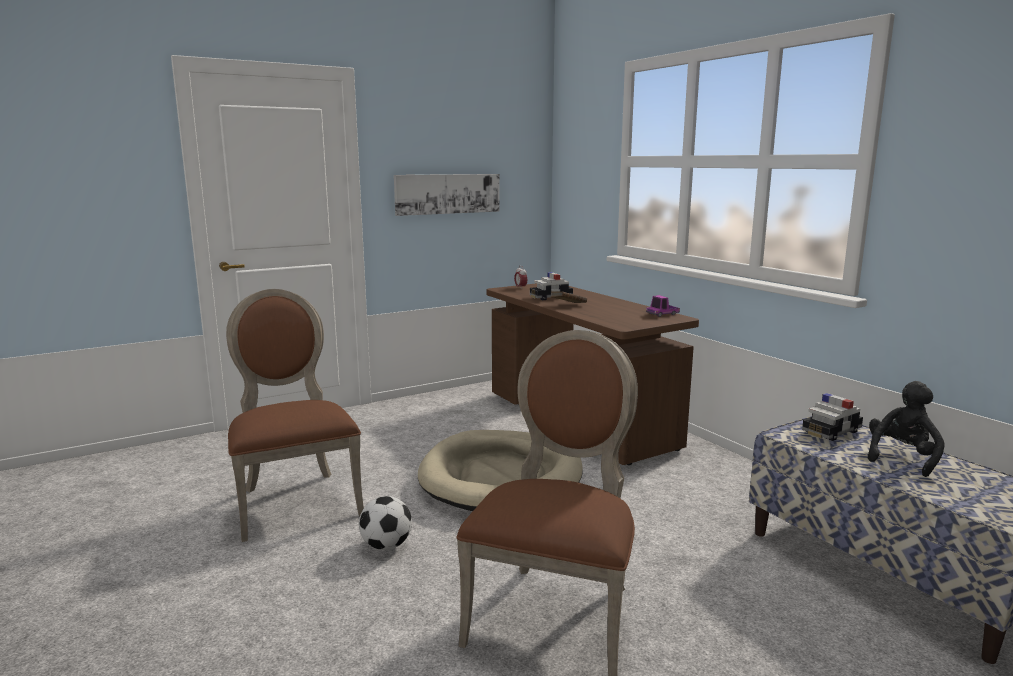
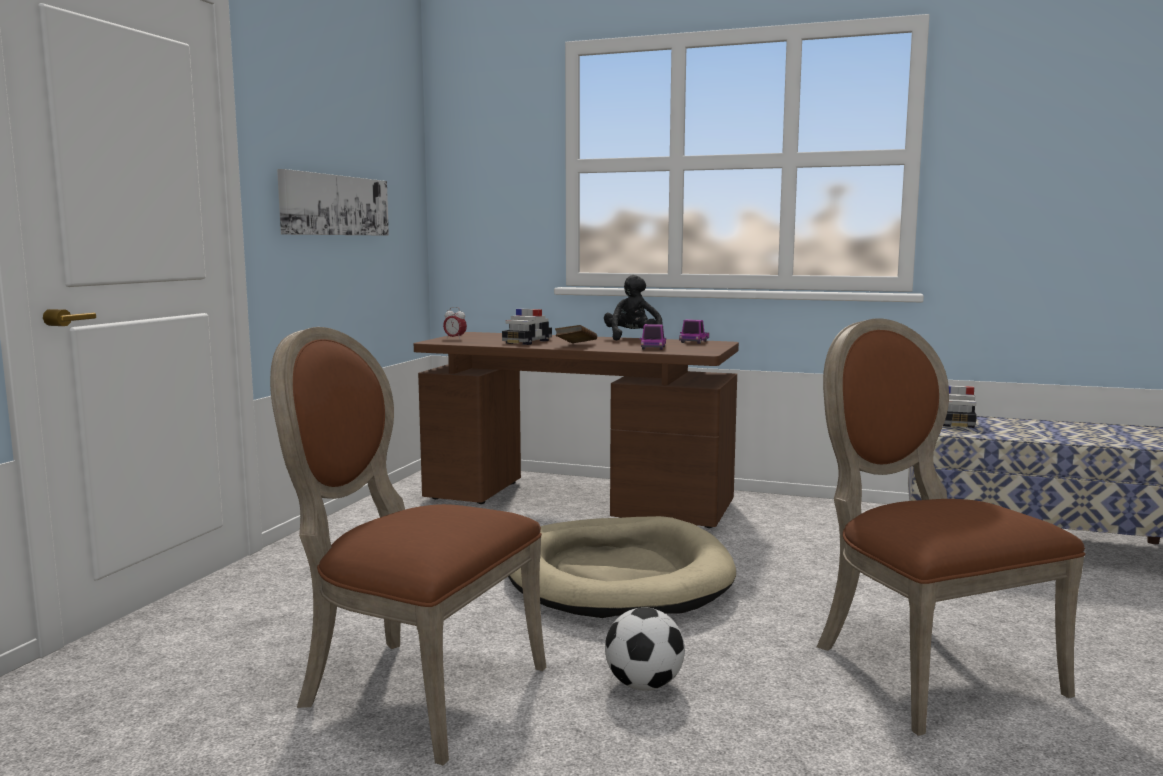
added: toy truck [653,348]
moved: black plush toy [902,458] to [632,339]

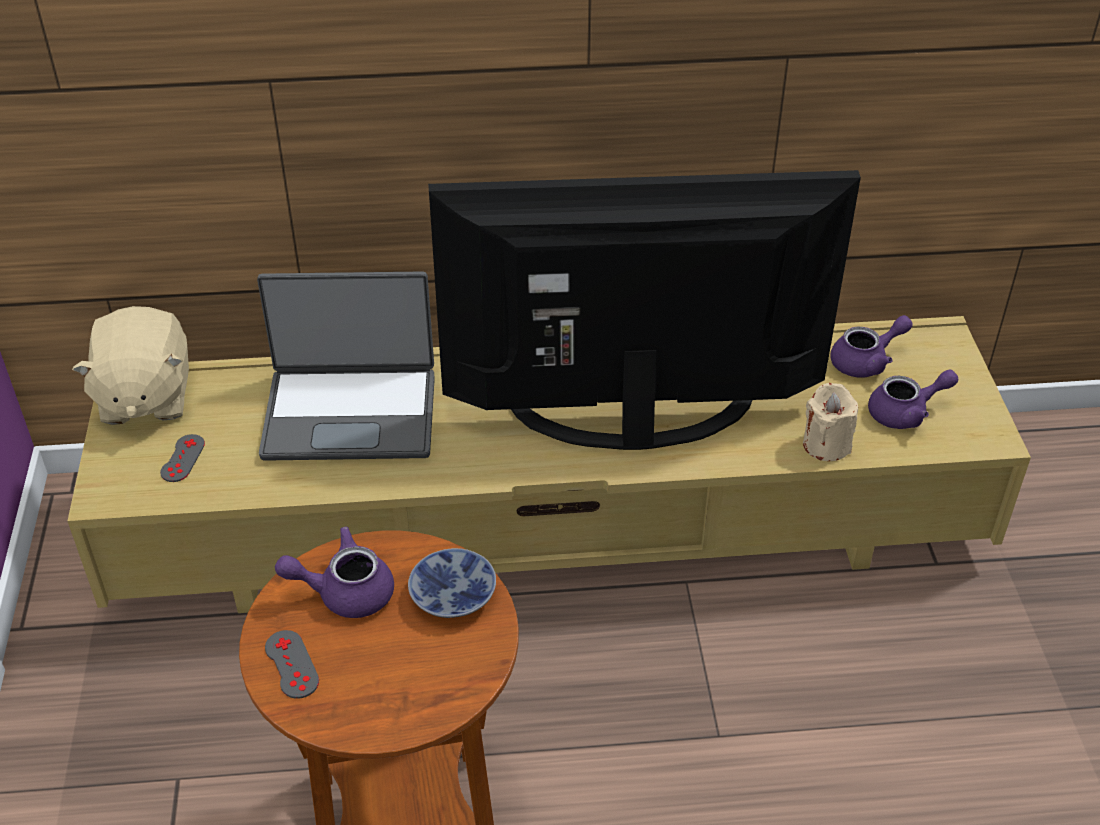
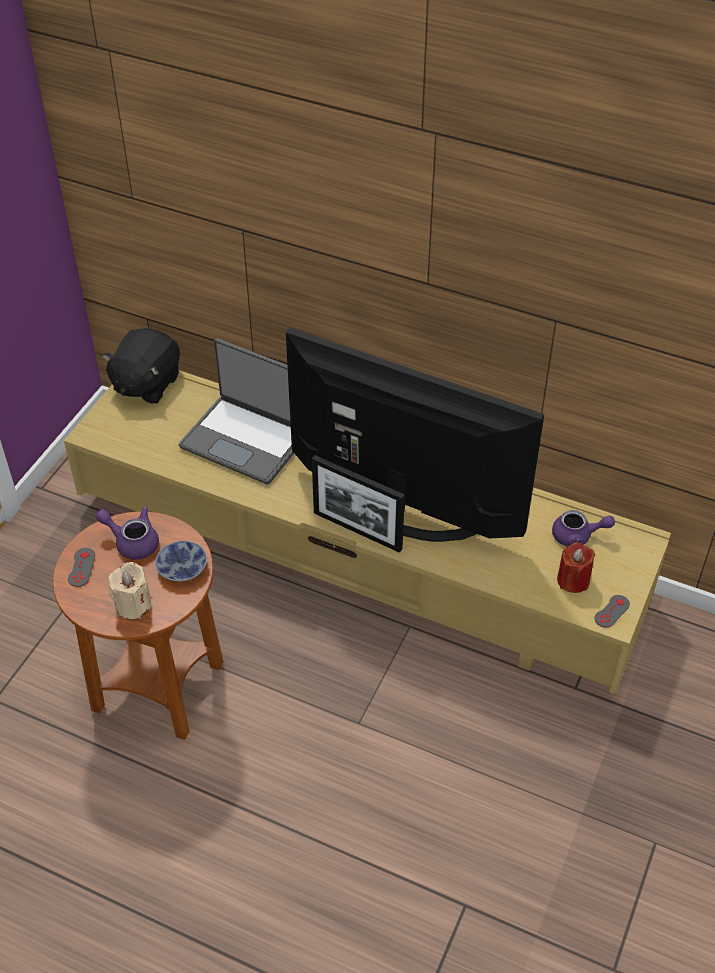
added: picture frame [357,530]
moved: beige candle [826,445] to [133,605]; grey game controller [182,458] to [612,611]
replaced: purple teapot [906,413] to red candle [573,580]
recoloured: beige plush toy [144,397] to black plush toy [146,384]

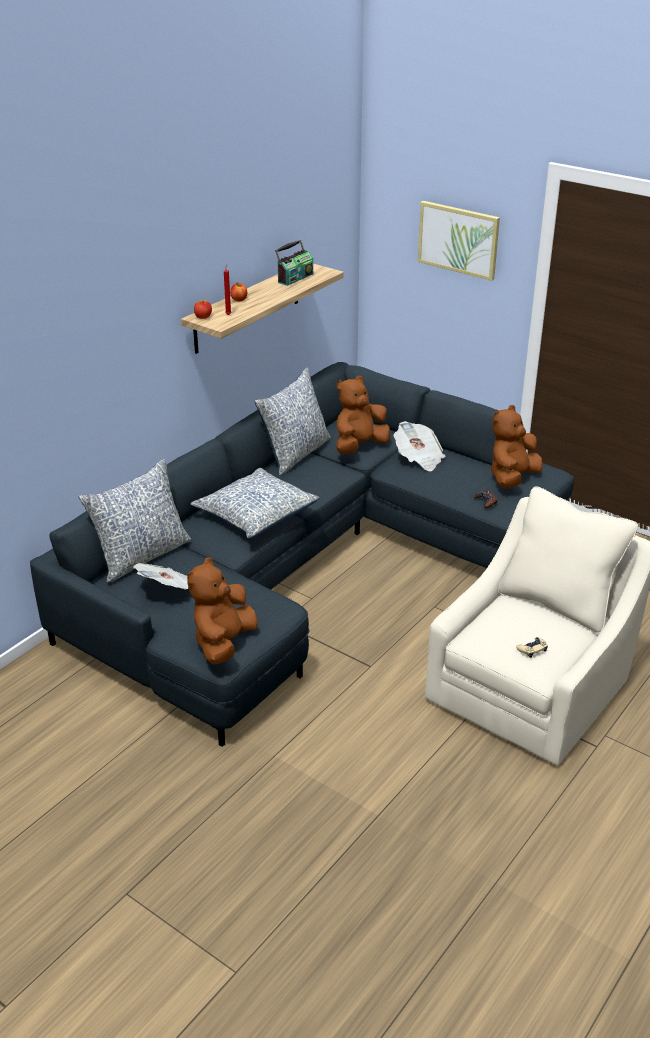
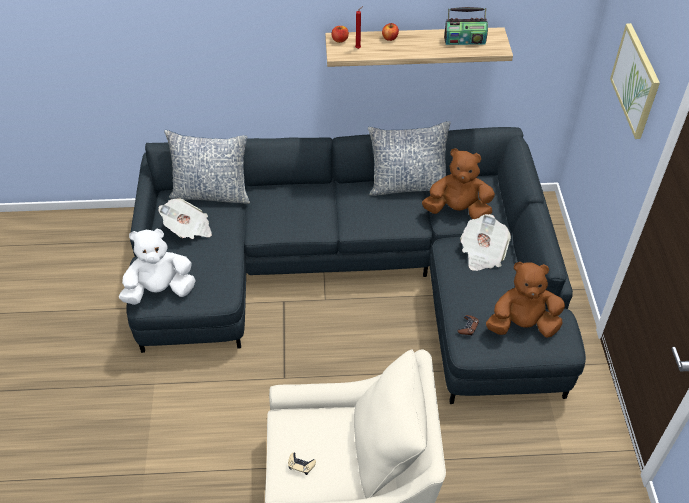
removed: pillow [256,514]
recoloured: brown plush toy [223,643] to white plush toy [160,290]

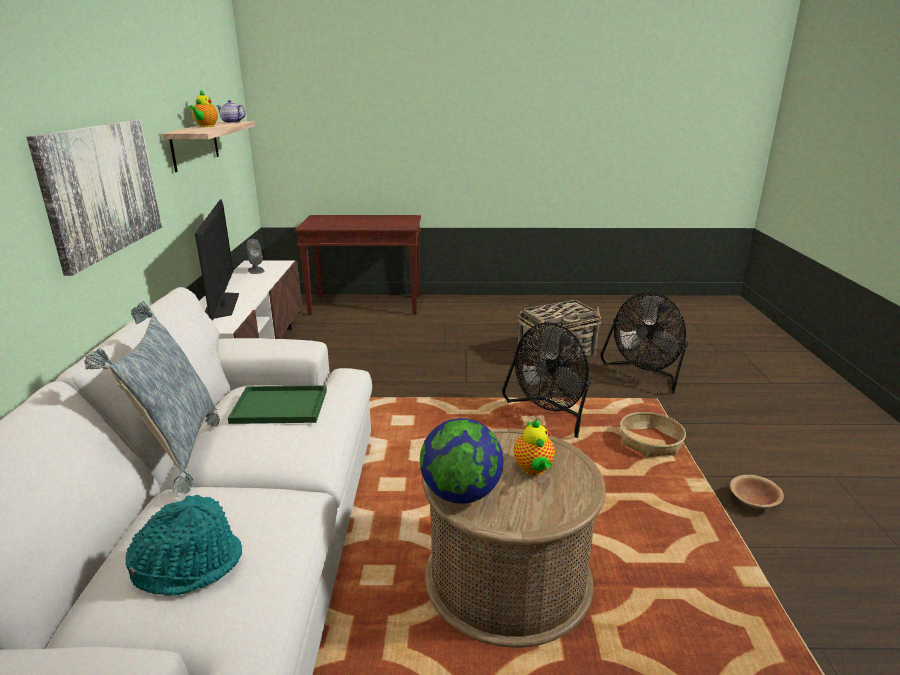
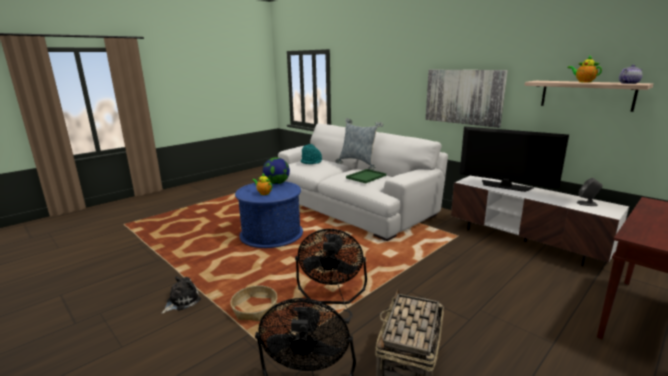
replaced: brown bowl [753,501] to plush toy [181,301]
recoloured: brown coffee table [508,577] to blue coffee table [271,234]

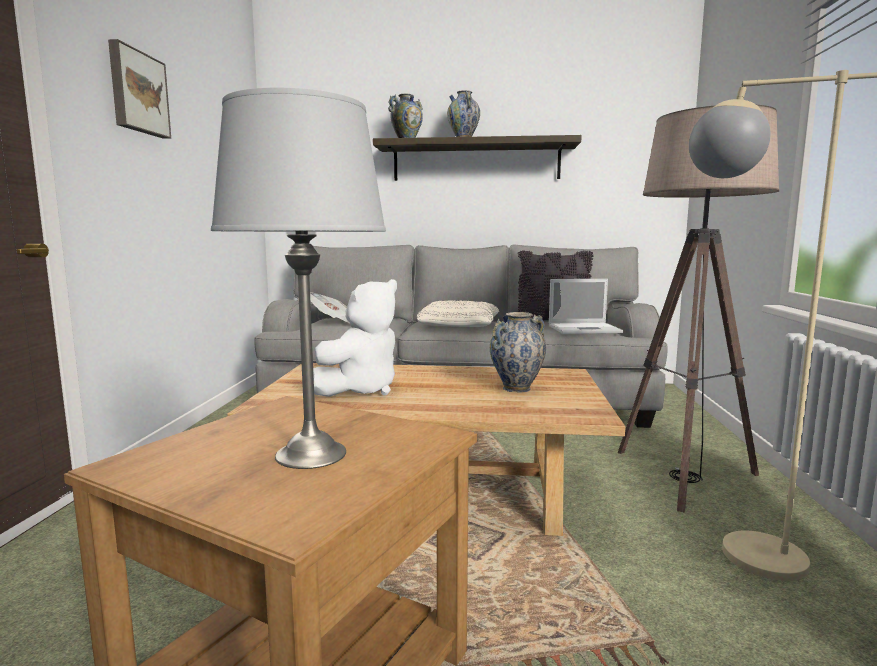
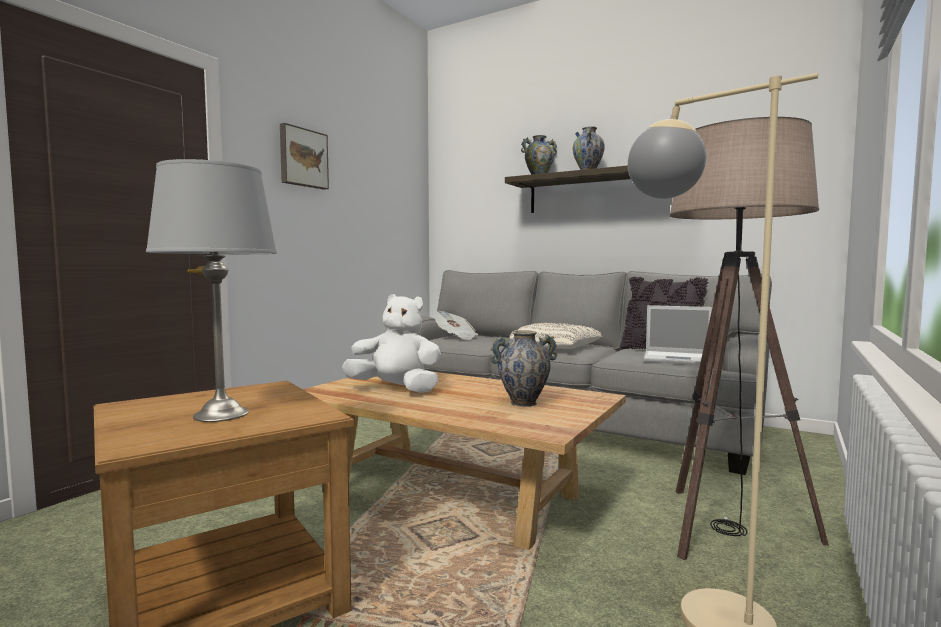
turned: white plush toy [361,390] = [396,389] 135 degrees counterclockwise

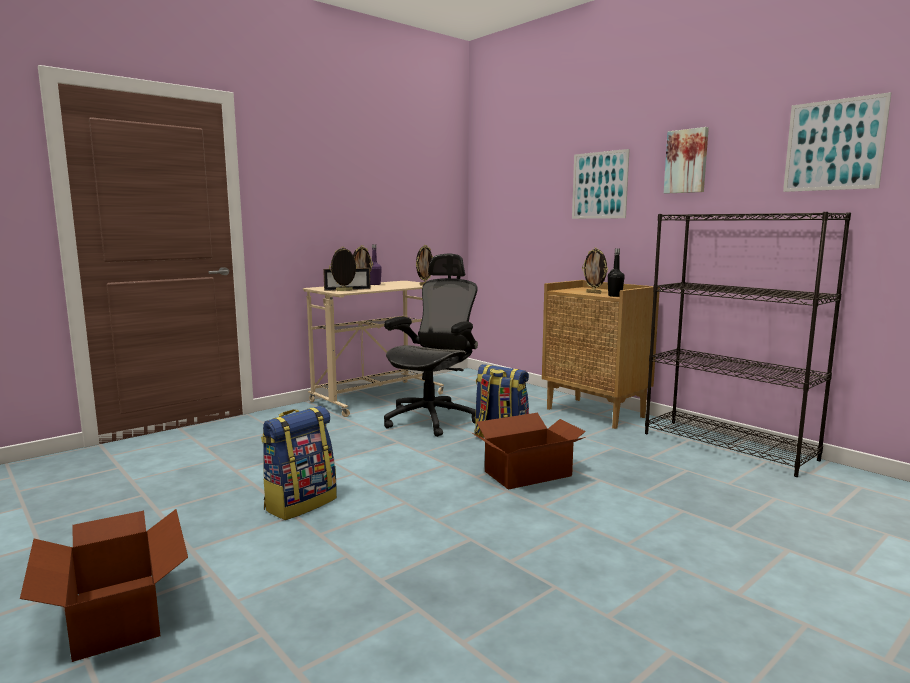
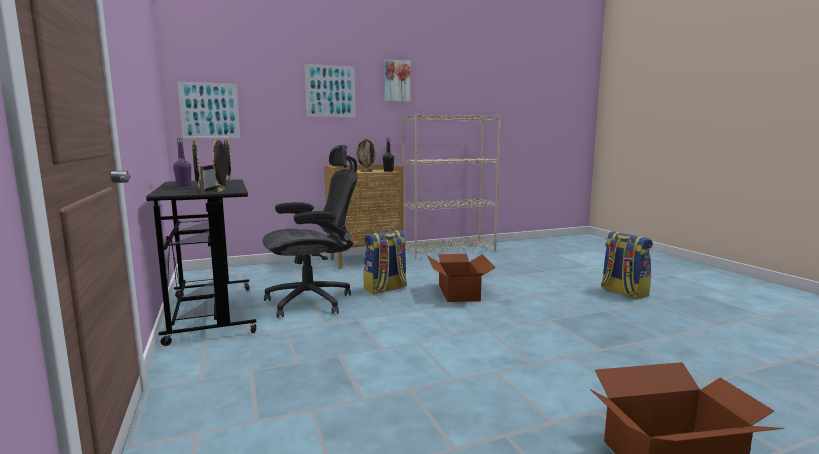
moved: picture [834,145] to [209,110]; backpack [300,503] to [623,292]
recoloured: black bookcase [728,446] to beige bookcase [449,251]; beige desk [377,397] to black desk [212,313]
turned: office chair [433,419] = [313,301] 105 degrees clockwise

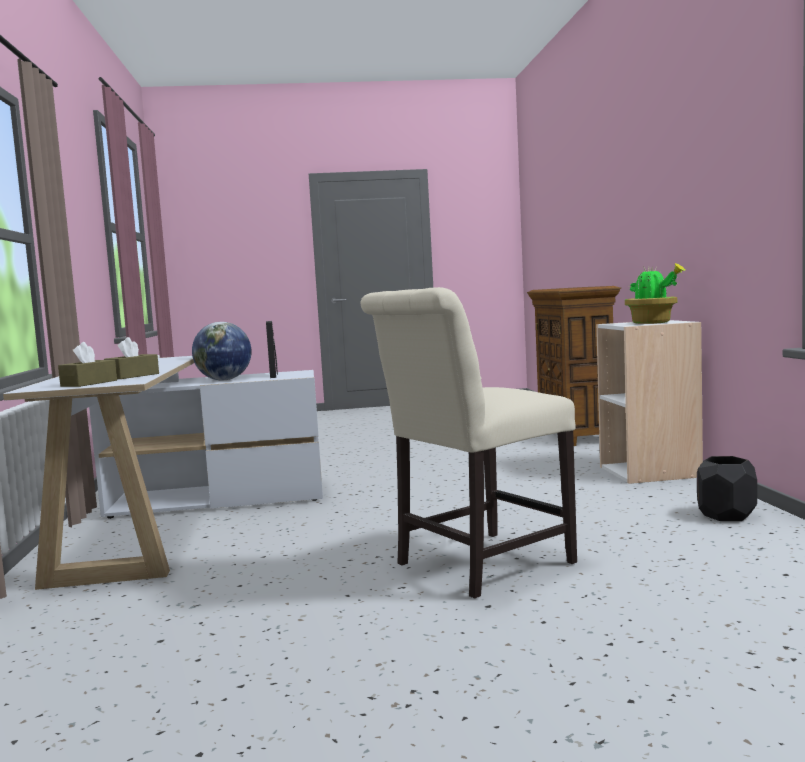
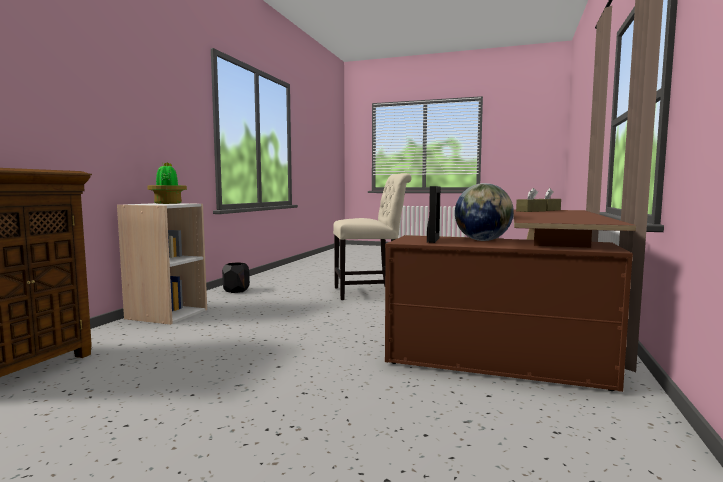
recoloured: white desk [178,521] to brown desk [524,344]

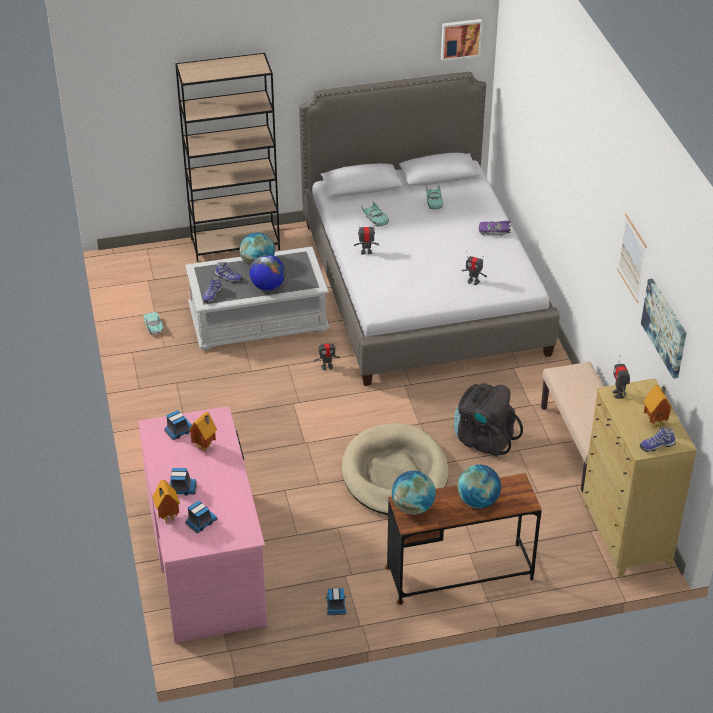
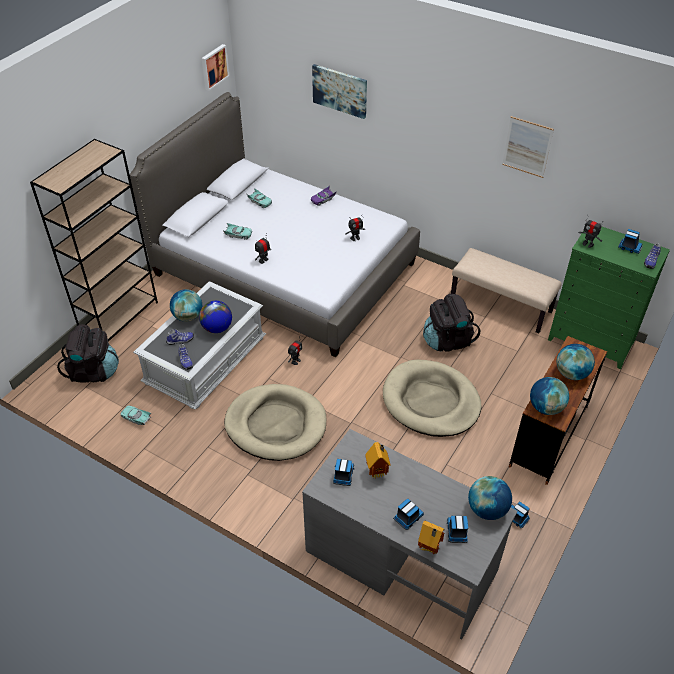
added: black backpack [93,371]; beige dog bed [276,425]; globe [487,509]
moved: picture [665,327] to [340,90]
replaced: toy house [655,422] to toy truck [629,247]
recoloured: beige dresser [624,536] to green dresser [591,342]; pink desk [206,561] to grey desk [401,559]

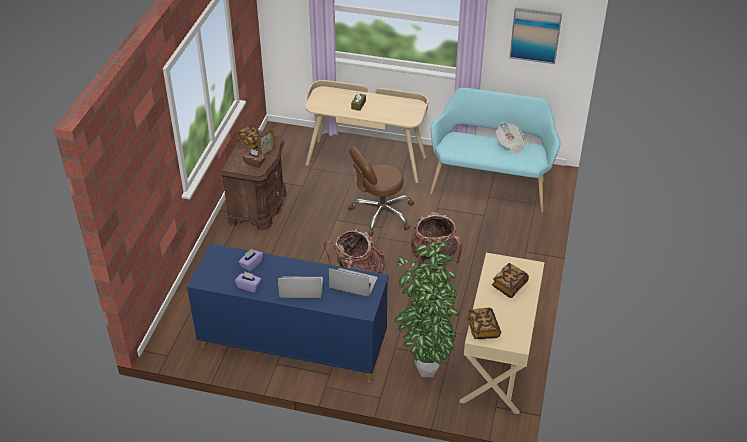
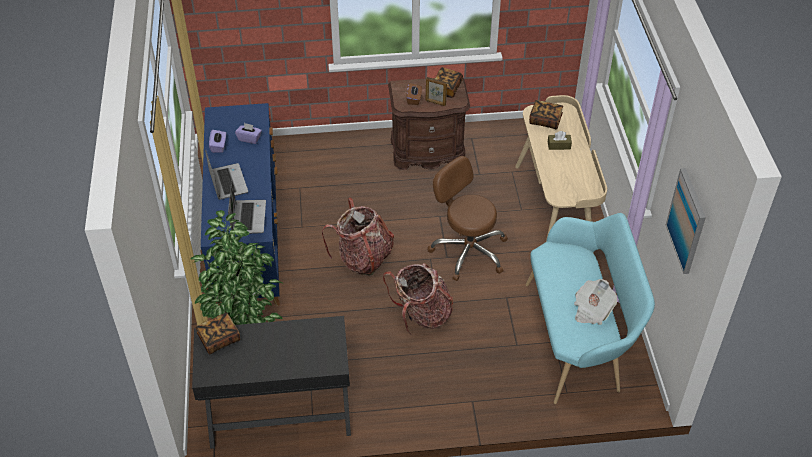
moved: book [509,286] to [545,120]
recoloured: beige desk [499,362] to black desk [279,413]

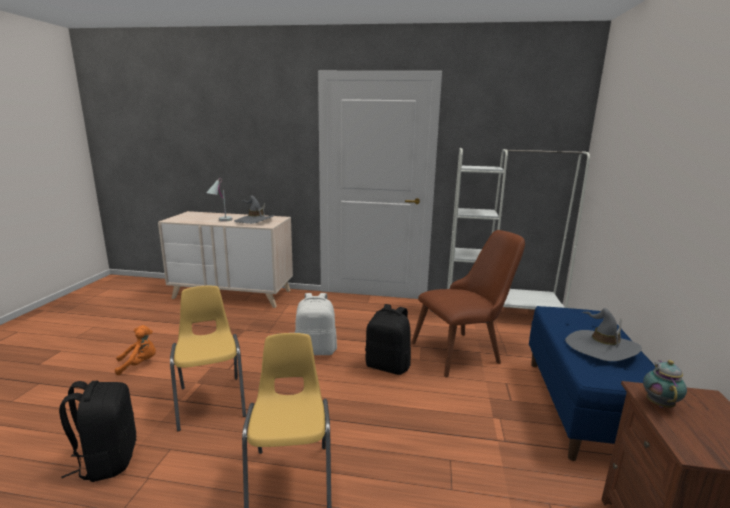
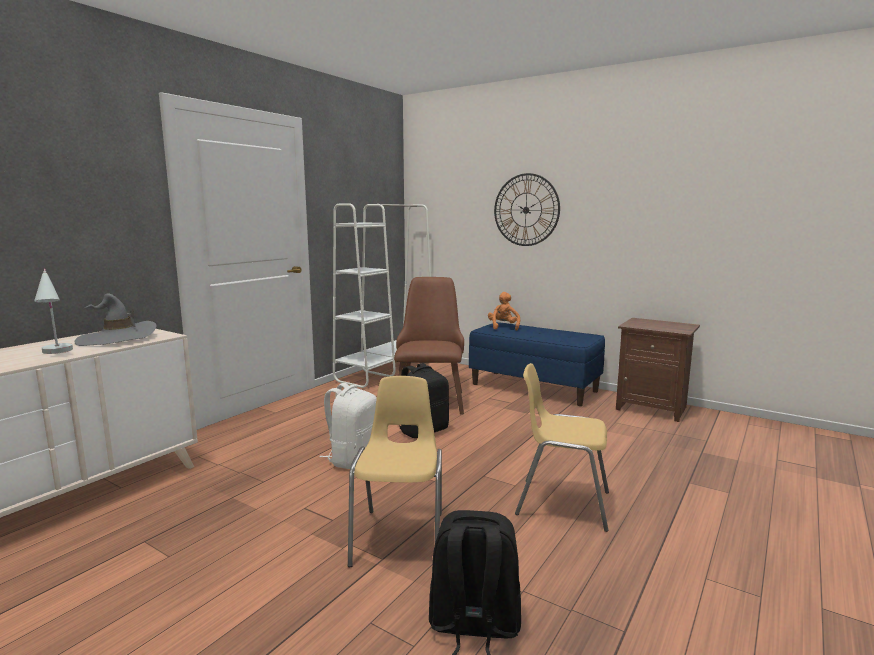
removed: grey hat [600,348]; teapot [659,403]
added: wall clock [526,210]
moved: orange plush toy [139,364] to [503,327]
turned: yellow chair [211,401] = [400,538] 90 degrees clockwise

